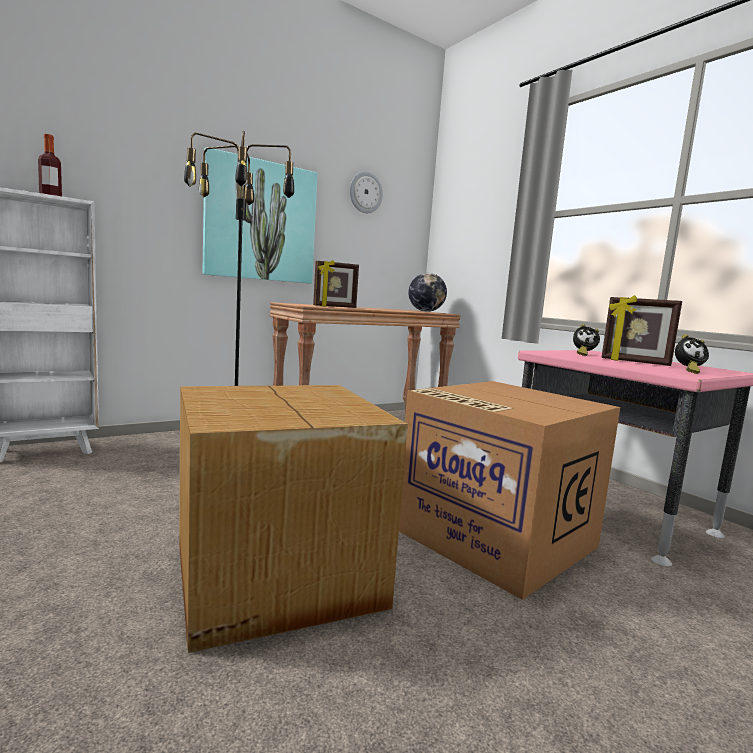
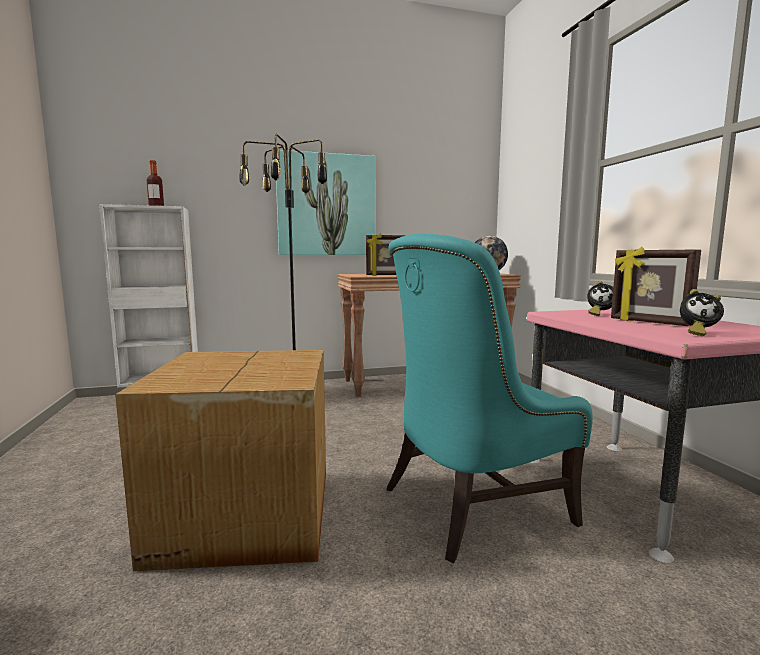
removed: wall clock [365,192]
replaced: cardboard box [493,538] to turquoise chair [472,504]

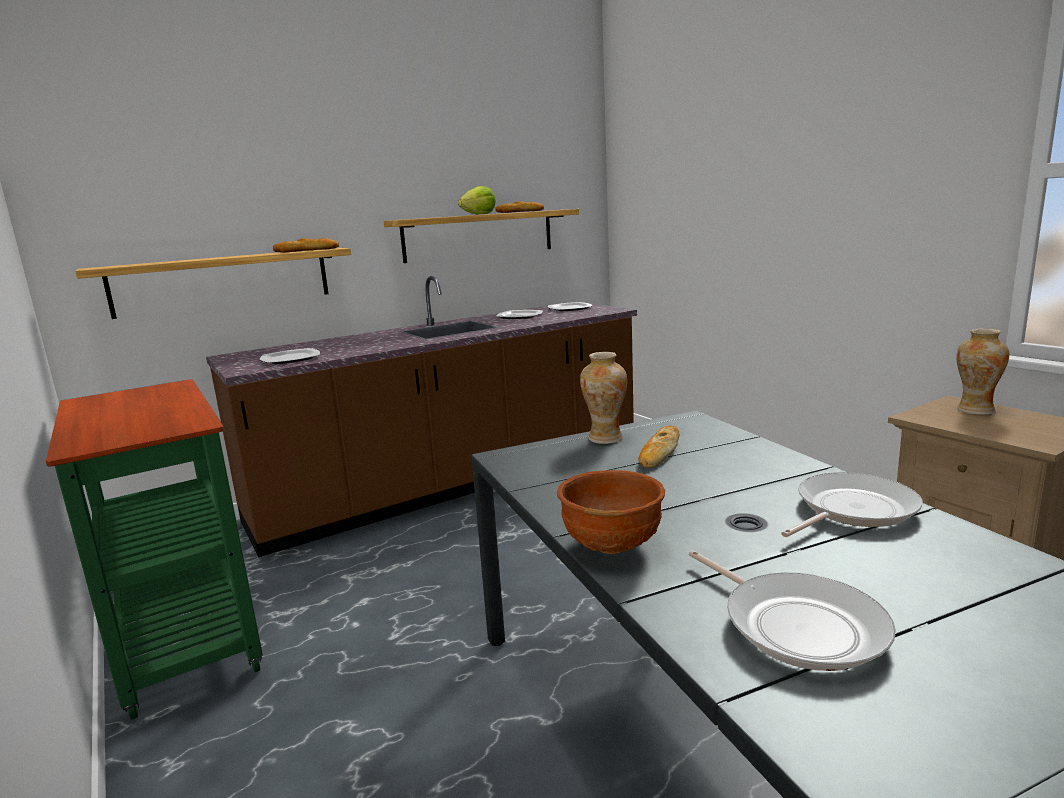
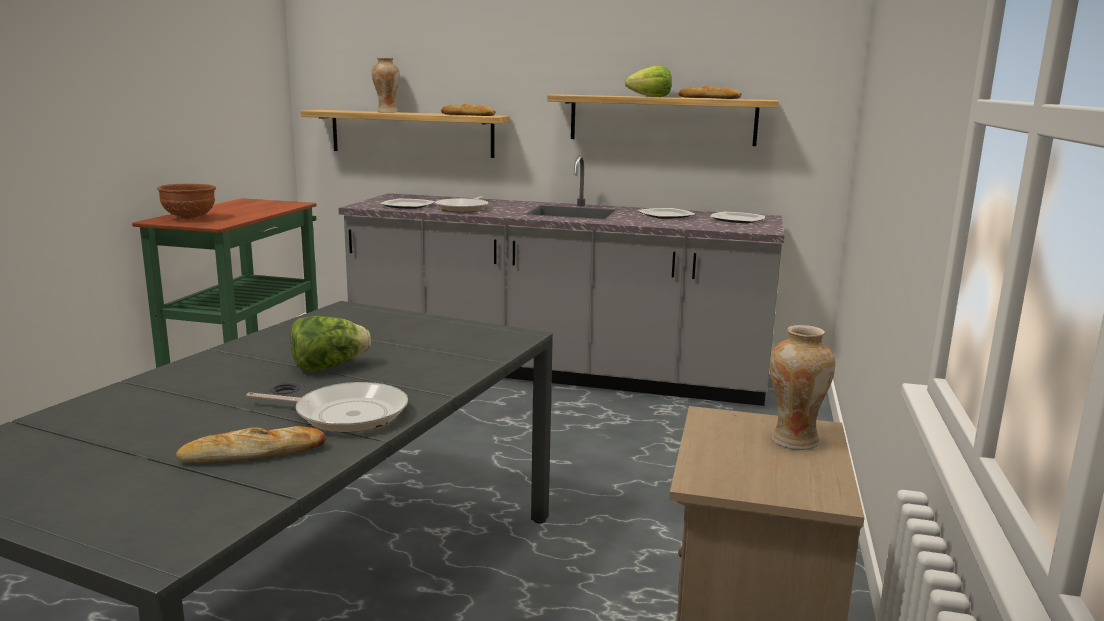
added: lettuce [329,367]
moved: vase [605,438] to [387,112]; bread [659,452] to [253,453]; brown bowl [613,546] to [190,218]; frying pan [797,625] to [463,208]
recoloured: brown counter [455,484] to grey counter [557,372]

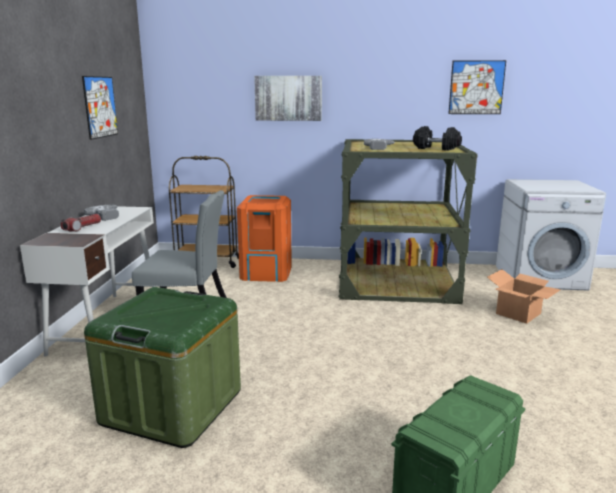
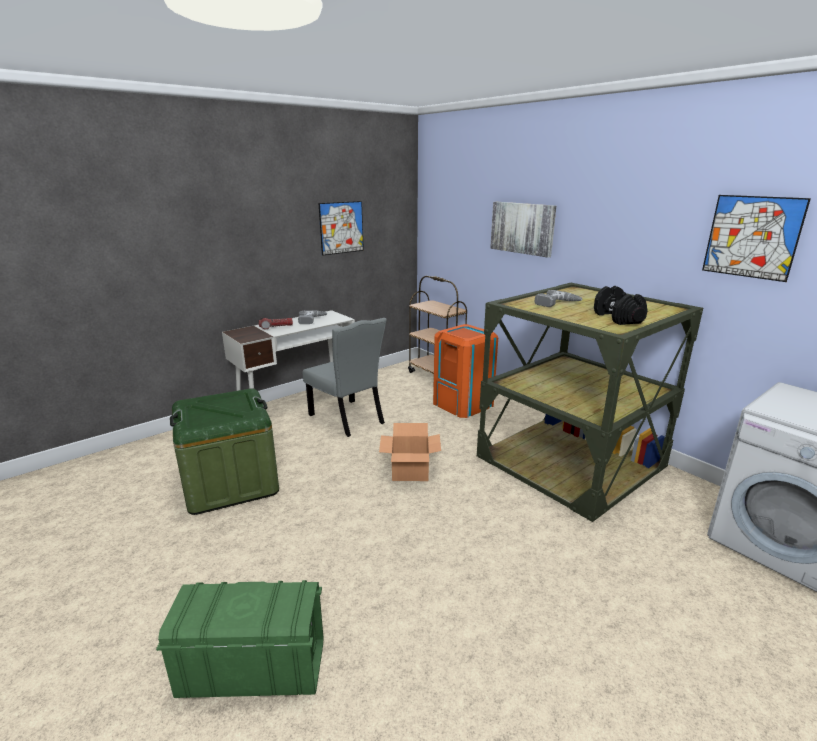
moved: cardboard box [518,313] to [411,471]

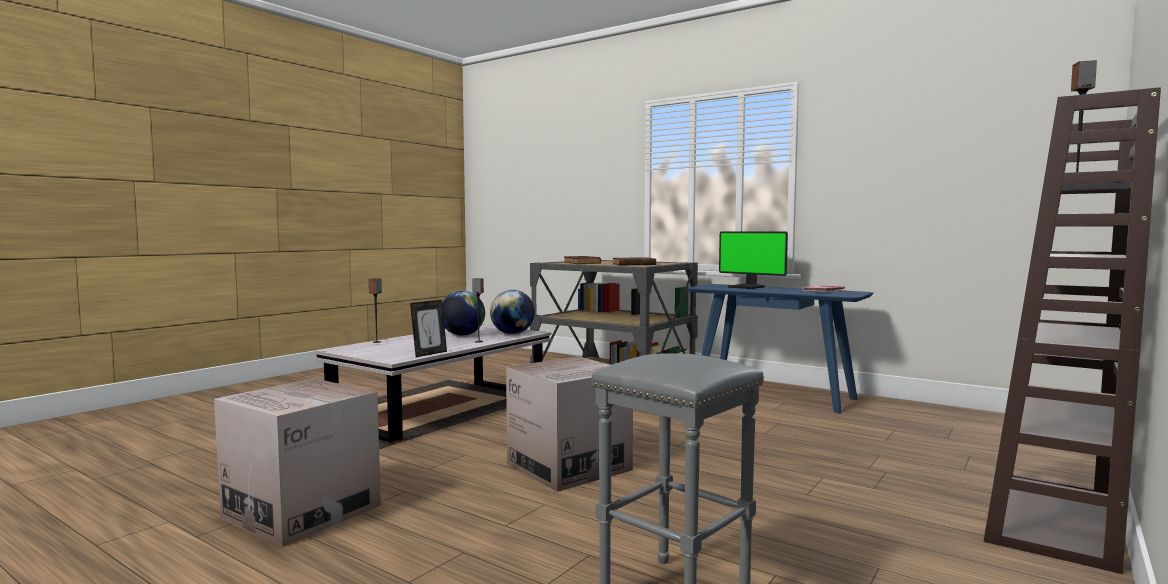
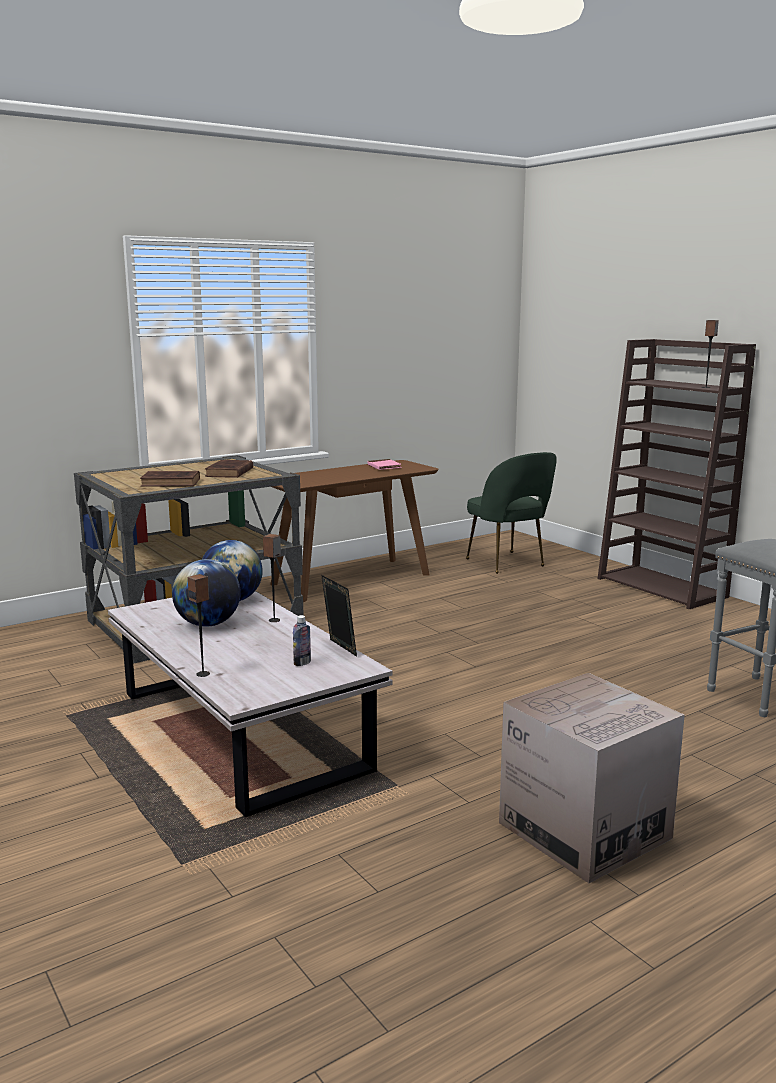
removed: monitor [747,287]; cardboard box [569,467]
added: green chair [508,564]; bottle [302,663]
recoloured: blue console table [773,394] to brown console table [351,579]

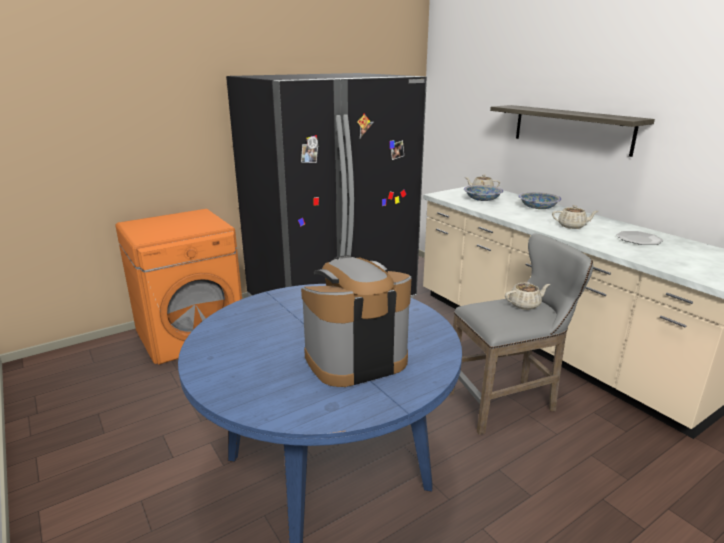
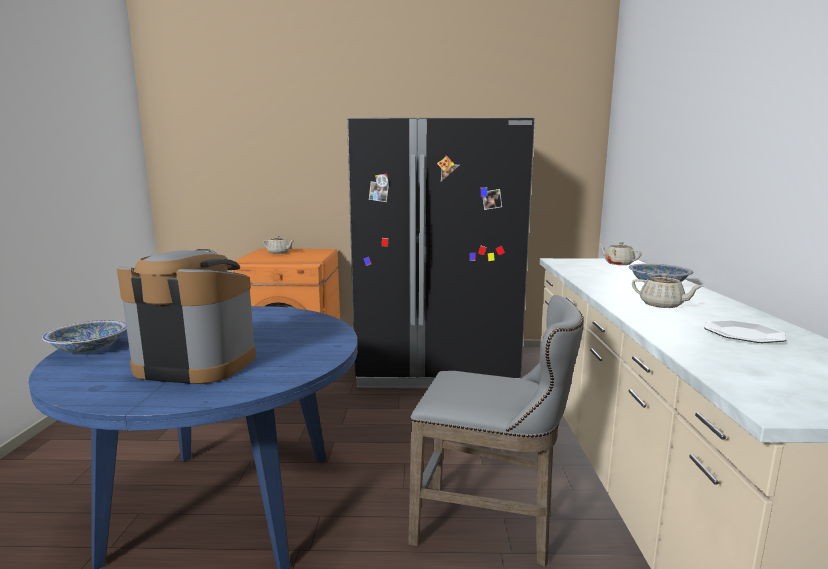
removed: shelf [571,129]
moved: bowl [482,199] to [89,349]; beige teapot [525,305] to [279,253]

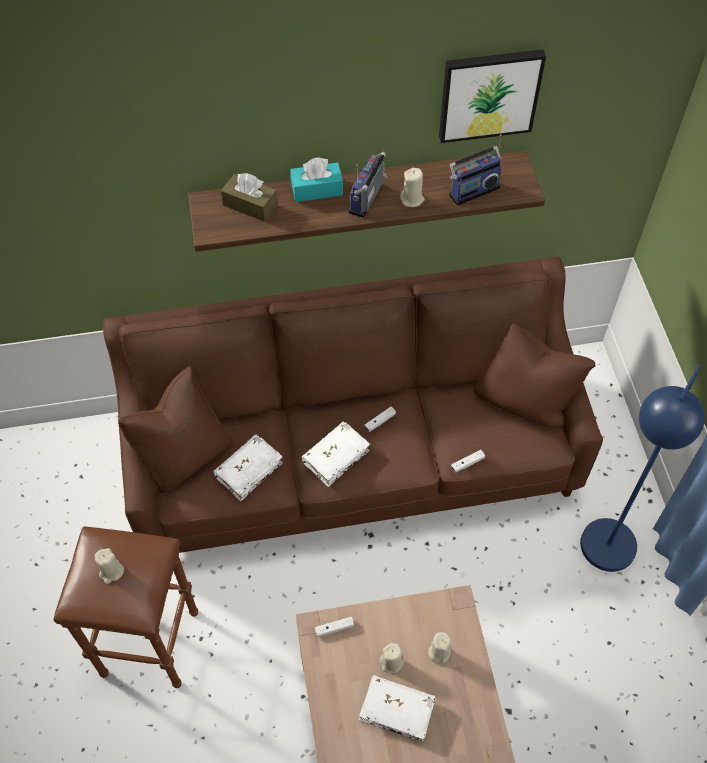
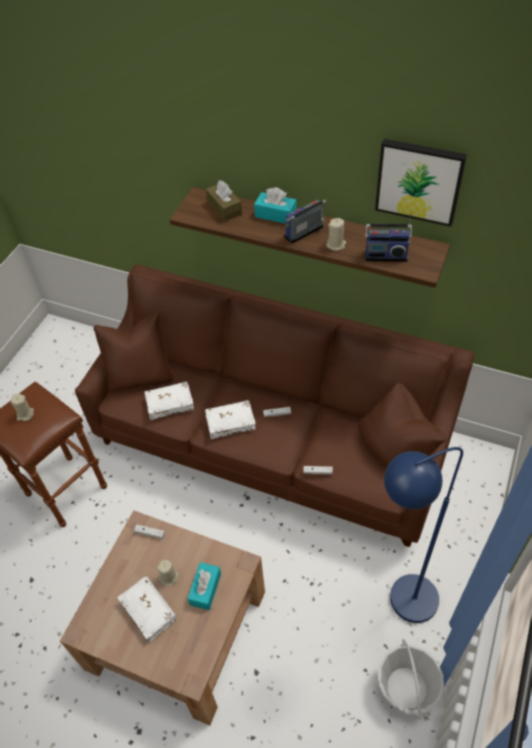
added: basket [406,688]
replaced: beige candle [439,652] to turquoise tissue box [205,589]

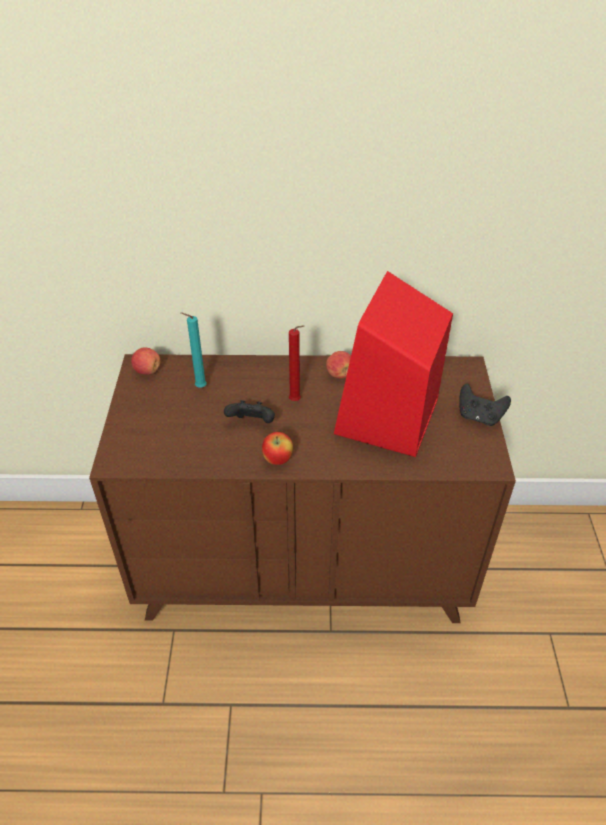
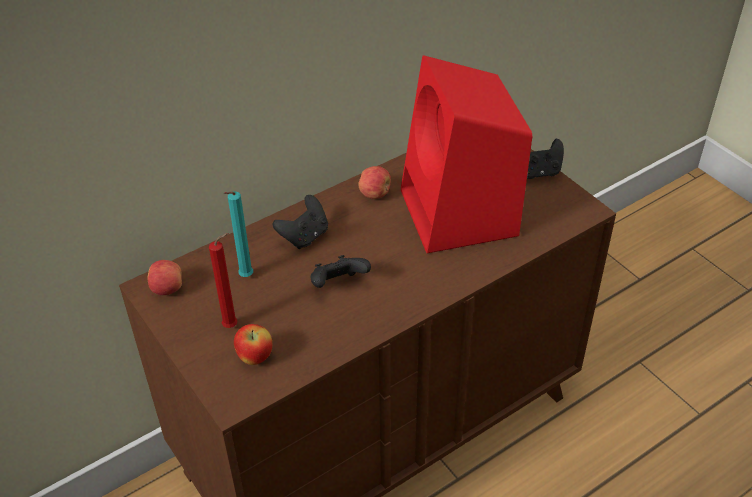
added: black game controller [304,236]
moved: red candle [296,401] to [233,326]; apple [278,459] to [255,357]

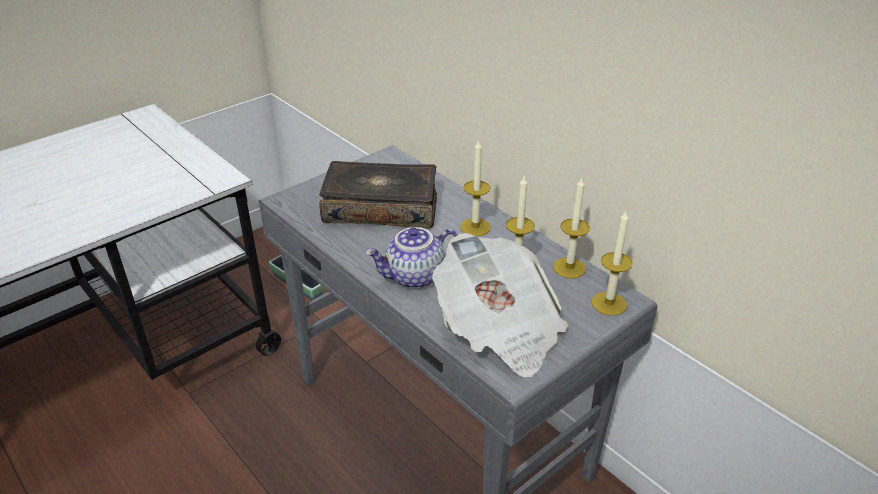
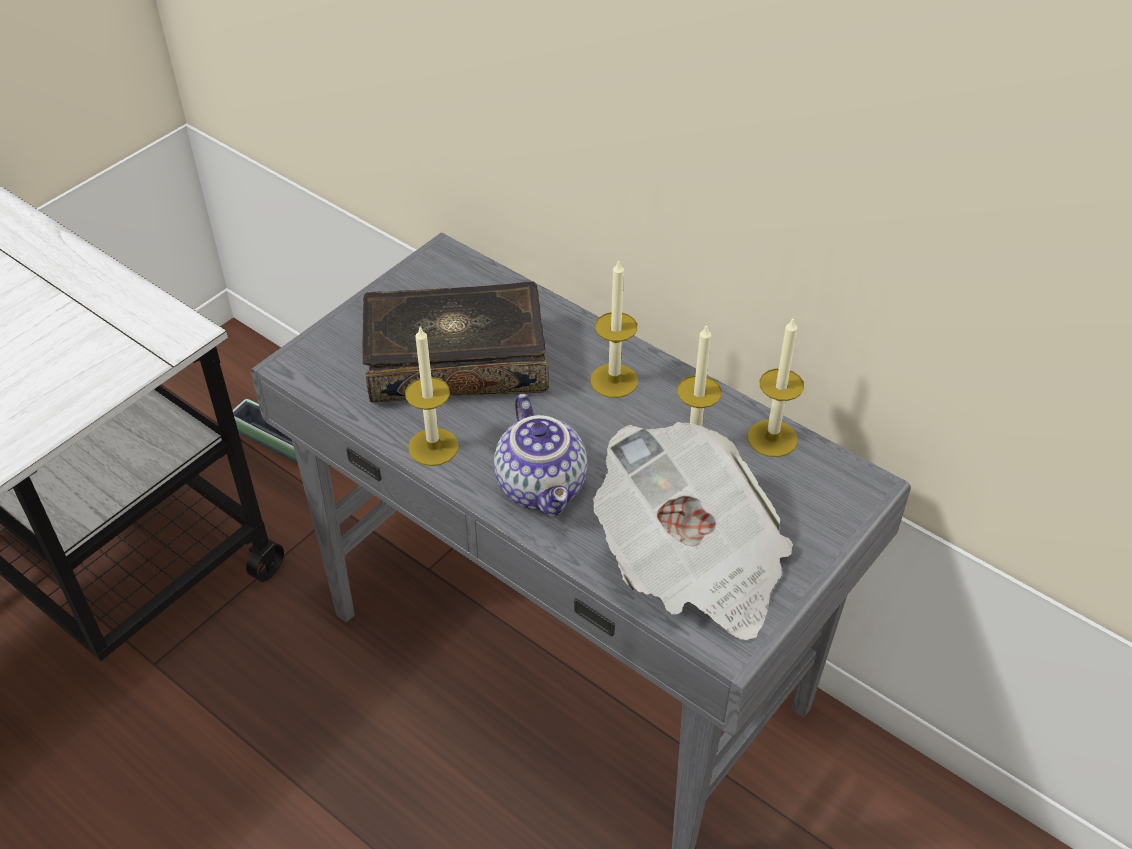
moved: candle [609,303] to [433,447]
turned: teapot [415,277] = [543,487] 75 degrees counterclockwise

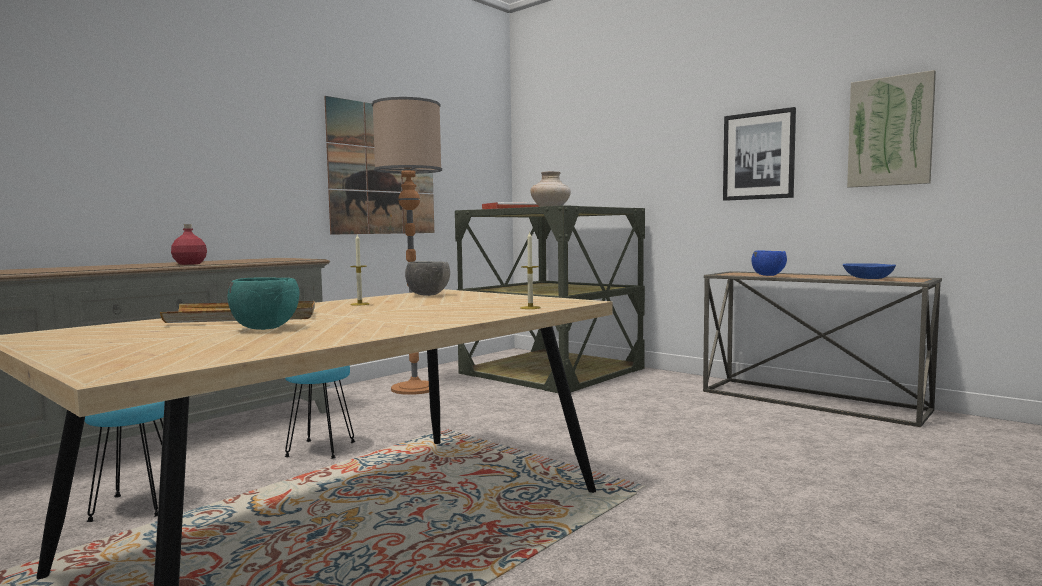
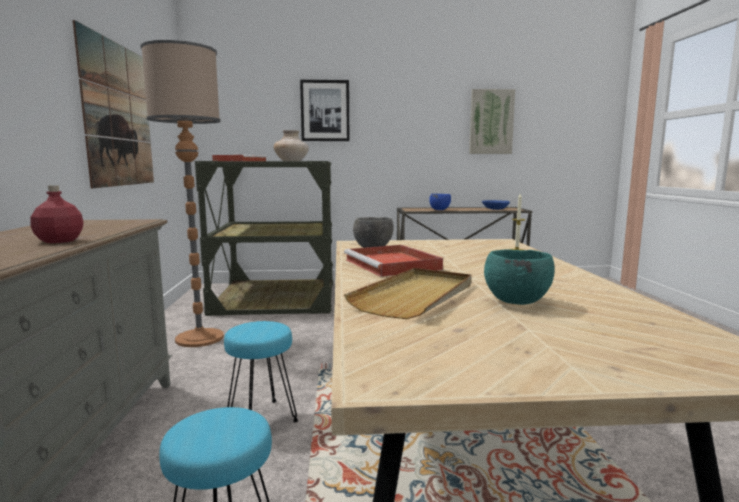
moved: picture [758,156] to [325,111]
replaced: candle [359,304] to red tray [393,265]

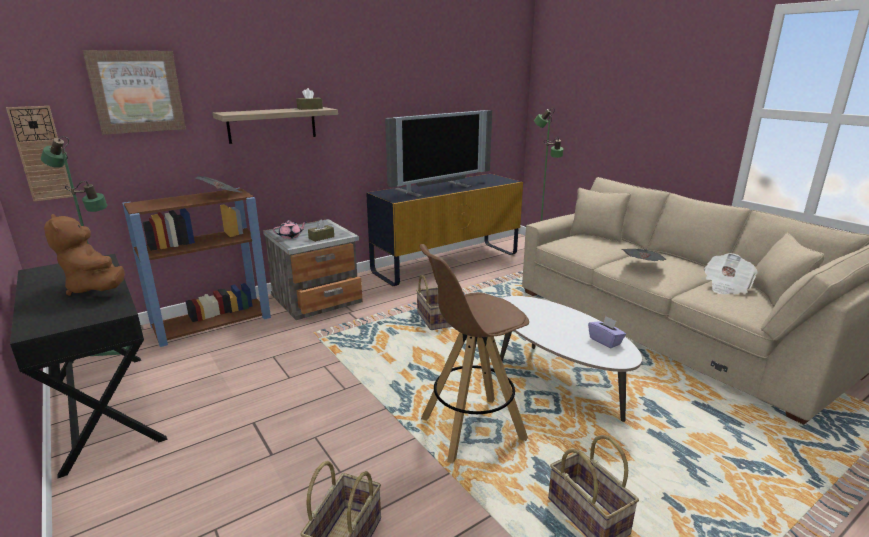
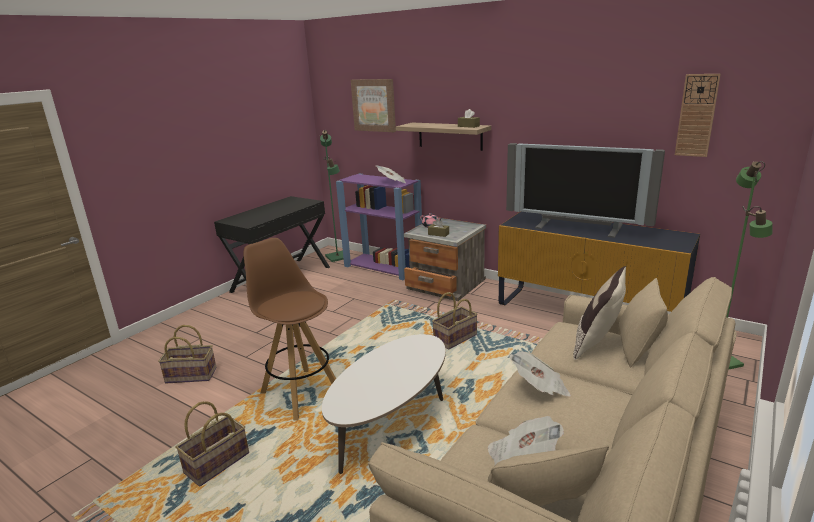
removed: brown plush toy [96,289]; purple tissue box [605,341]
added: pillow [597,344]
moved: wall clock [41,154] to [696,115]
recoloured: brown bookcase [212,321] to purple bookcase [383,267]

